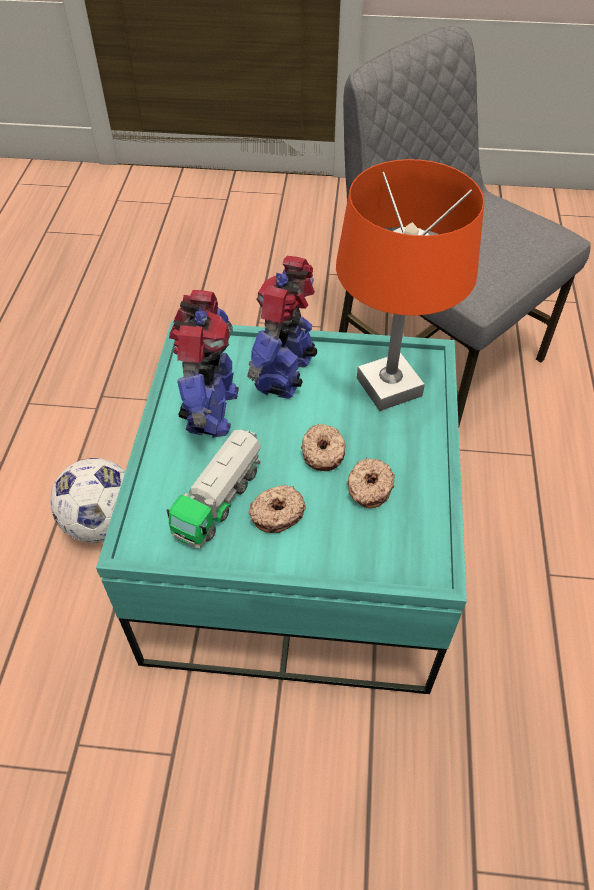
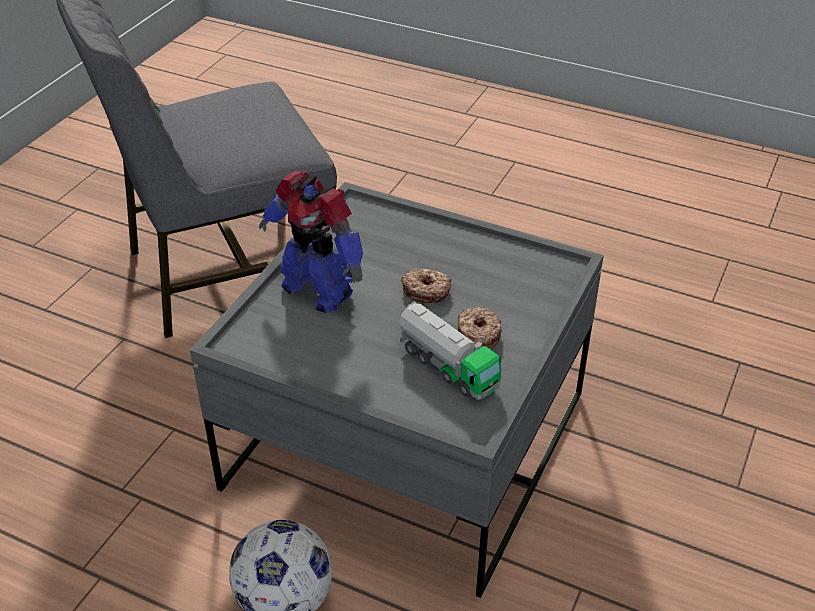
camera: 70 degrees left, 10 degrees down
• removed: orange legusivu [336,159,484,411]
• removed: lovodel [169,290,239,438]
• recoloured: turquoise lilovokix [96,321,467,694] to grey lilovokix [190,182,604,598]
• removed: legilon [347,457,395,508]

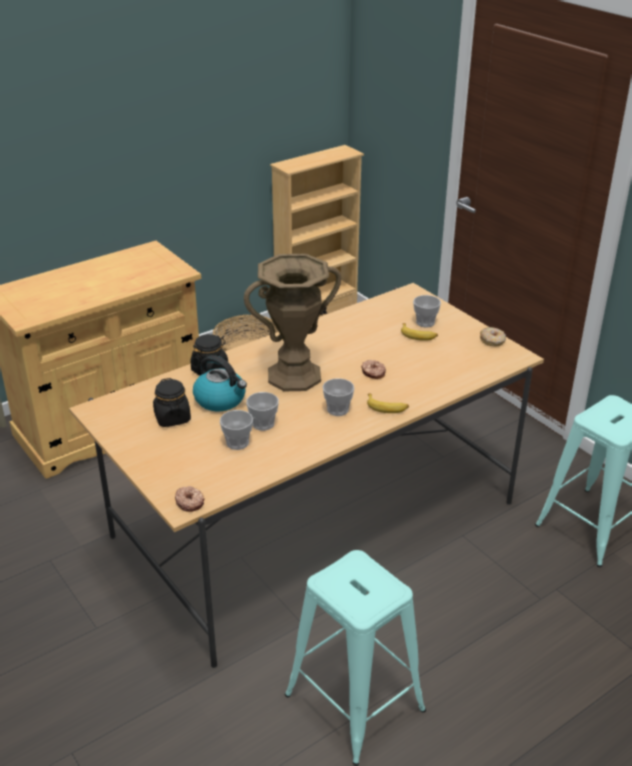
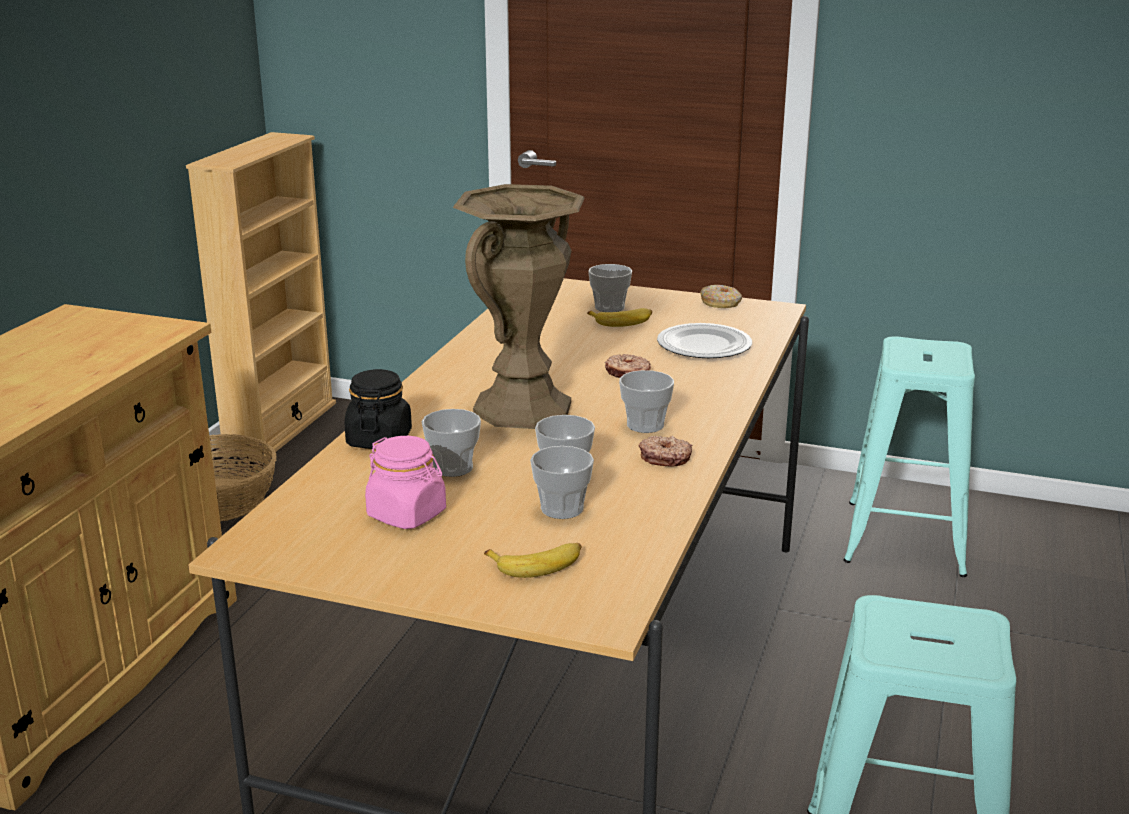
camera: 35 degrees left, 10 degrees down
• replaced: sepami [193,355,247,411] to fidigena [421,409,481,477]
• recoloured: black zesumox [153,378,191,427] to pink zesumox [365,436,446,529]
• moved: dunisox [367,393,409,413] to [484,543,581,578]
• moved: legilon [175,486,205,512] to [639,436,693,466]
• added: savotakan [657,323,752,358]

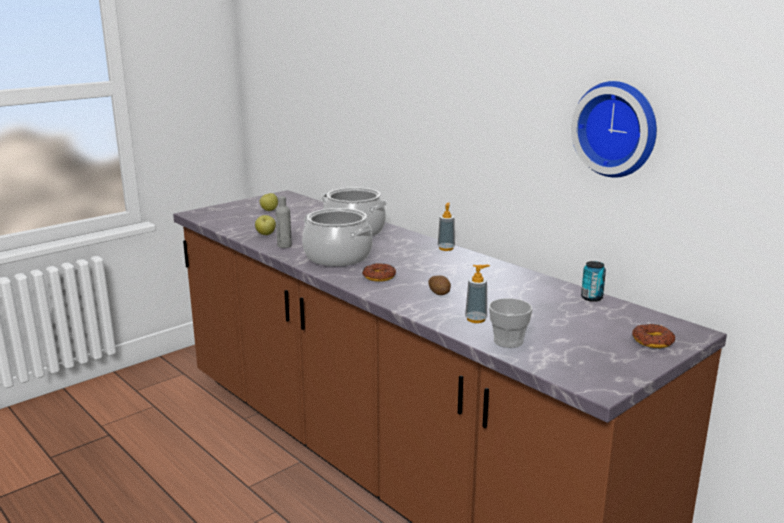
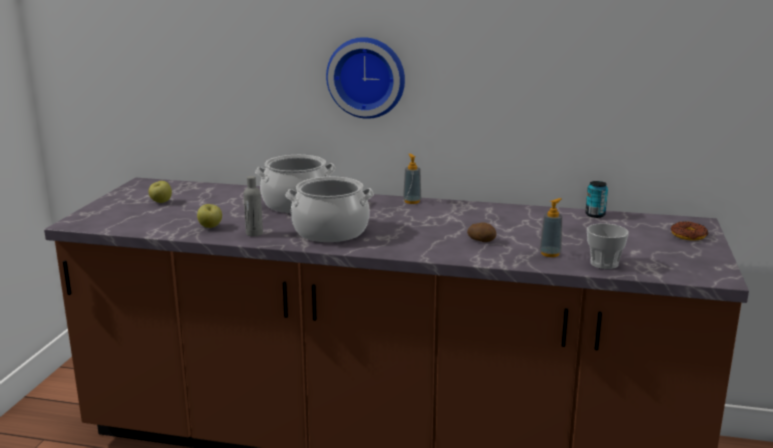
camera: 35 degrees left, 0 degrees up
• moved: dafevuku [571,81,657,178] to [326,37,405,119]
• removed: legilon [362,263,396,282]

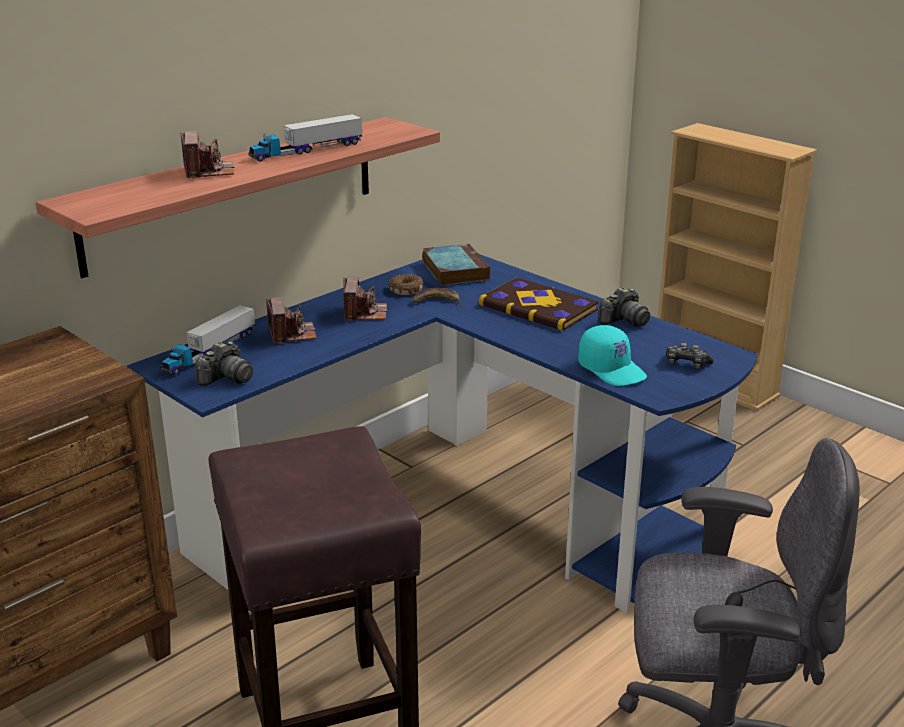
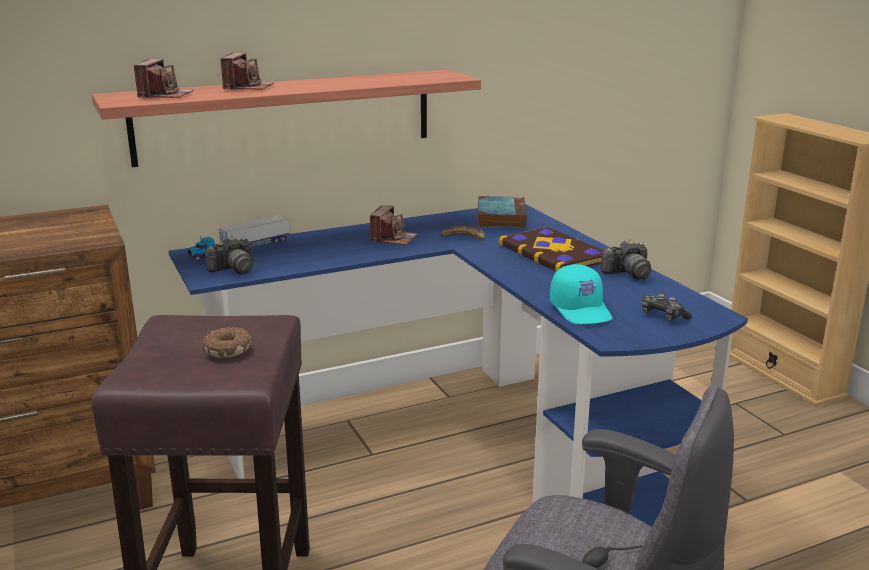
camera: 20 degrees right, 5 degrees down
• removed: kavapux [249,114,362,162]
• moved: legilon [389,274,424,295] to [202,327,251,358]
• moved: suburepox [266,297,317,344] to [134,59,194,98]

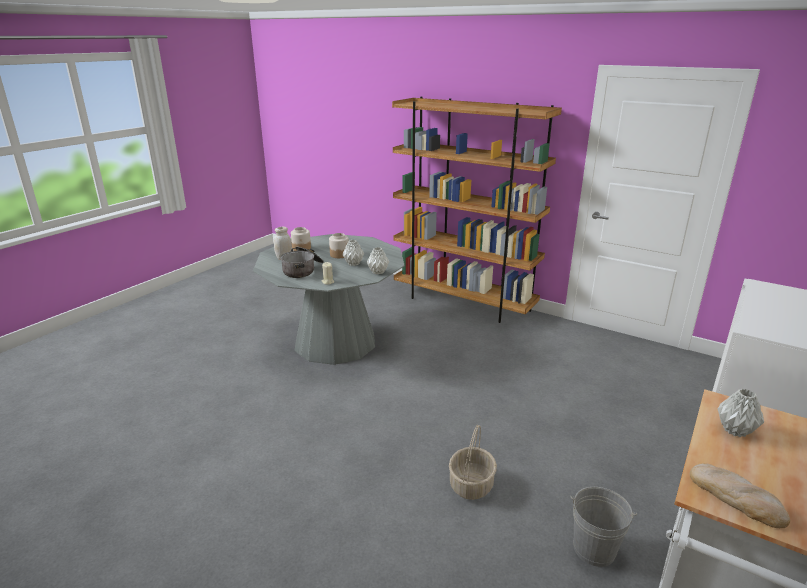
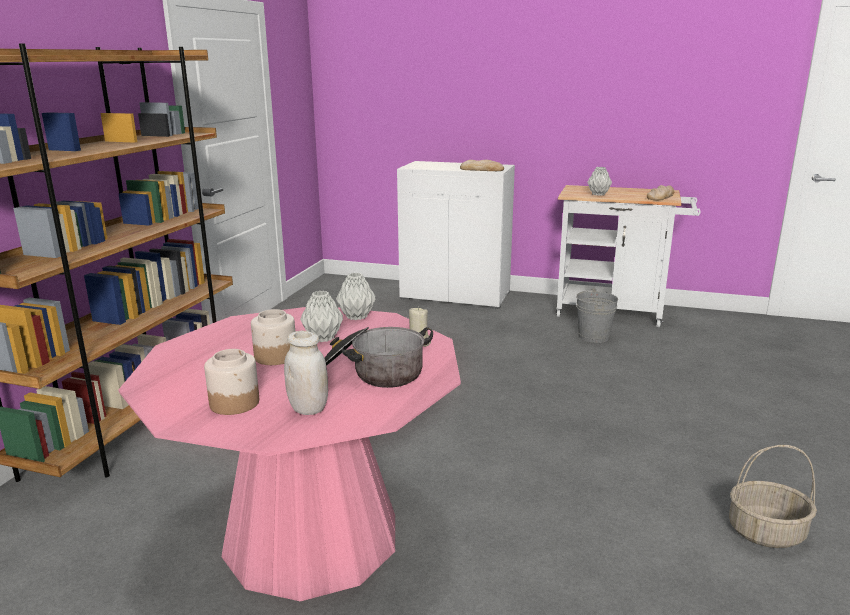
camera: 105 degrees left, 5 degrees down
• recoloured: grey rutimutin [253,234,405,365] to pink rutimutin [118,307,461,601]
• moved: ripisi [449,425,497,500] to [729,445,817,548]
• added: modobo [460,160,504,171]

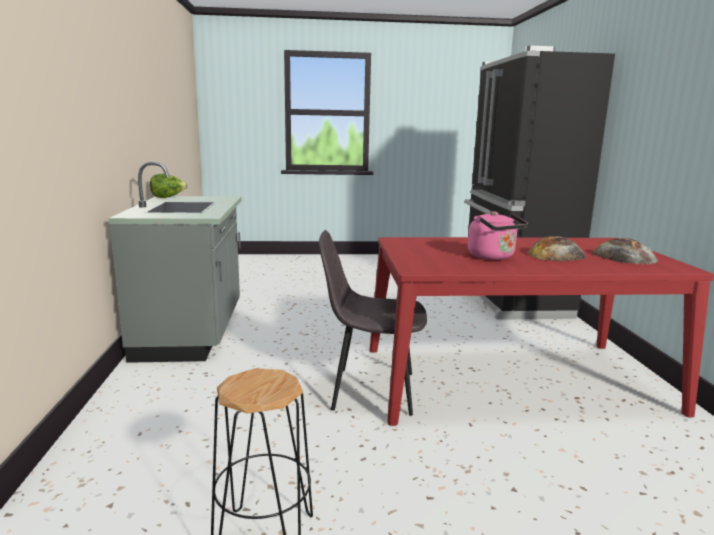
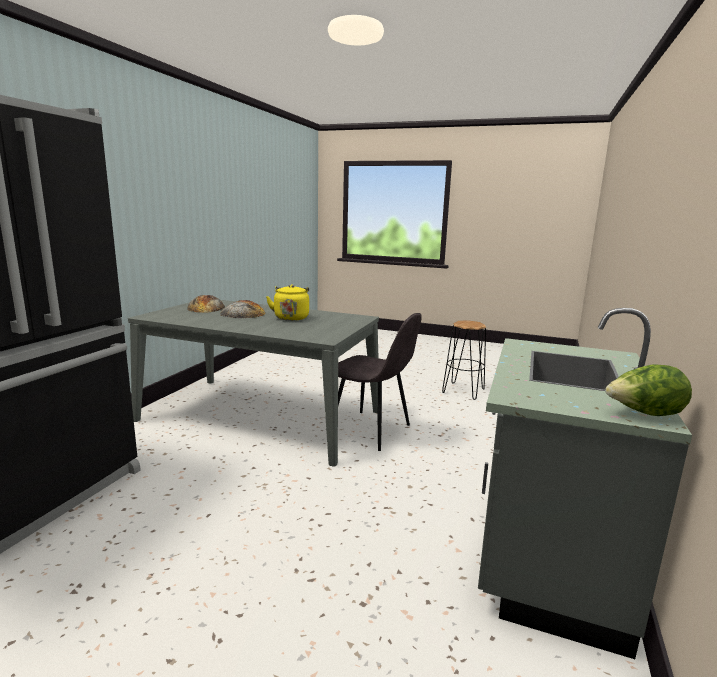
camera: 155 degrees left, 0 degrees up
• recoloured: pink sepami [468,211,528,260] to yellow sepami [266,285,309,321]
• recoloured: red rutimutin [370,237,714,426] to grey rutimutin [128,300,379,467]

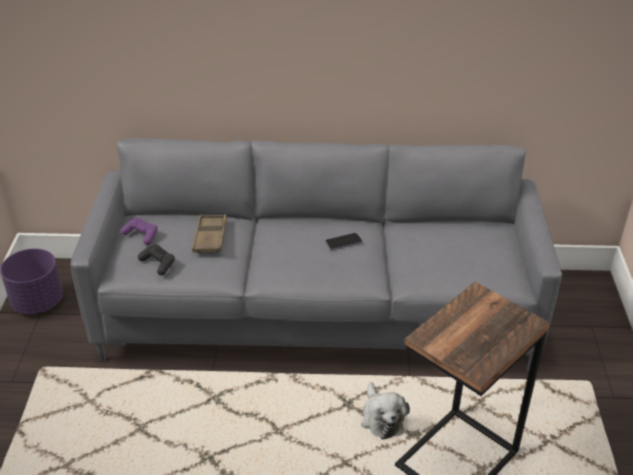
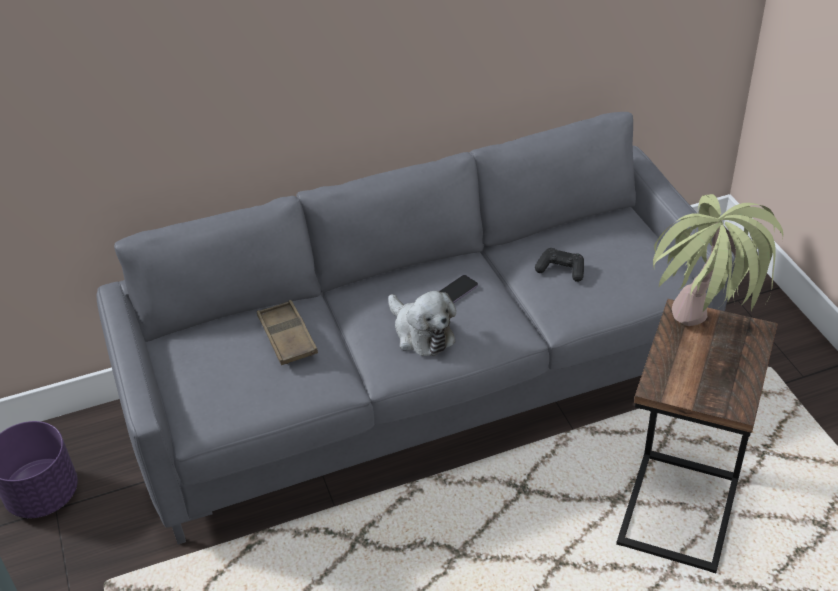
camera: 20 degrees left, 5 degrees up
• removed: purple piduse [121,218,158,245]
• moved: black piduse [138,244,175,275] to [535,248,584,282]
• moved: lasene [361,382,410,440] to [388,291,456,356]
• added: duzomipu [653,194,783,326]

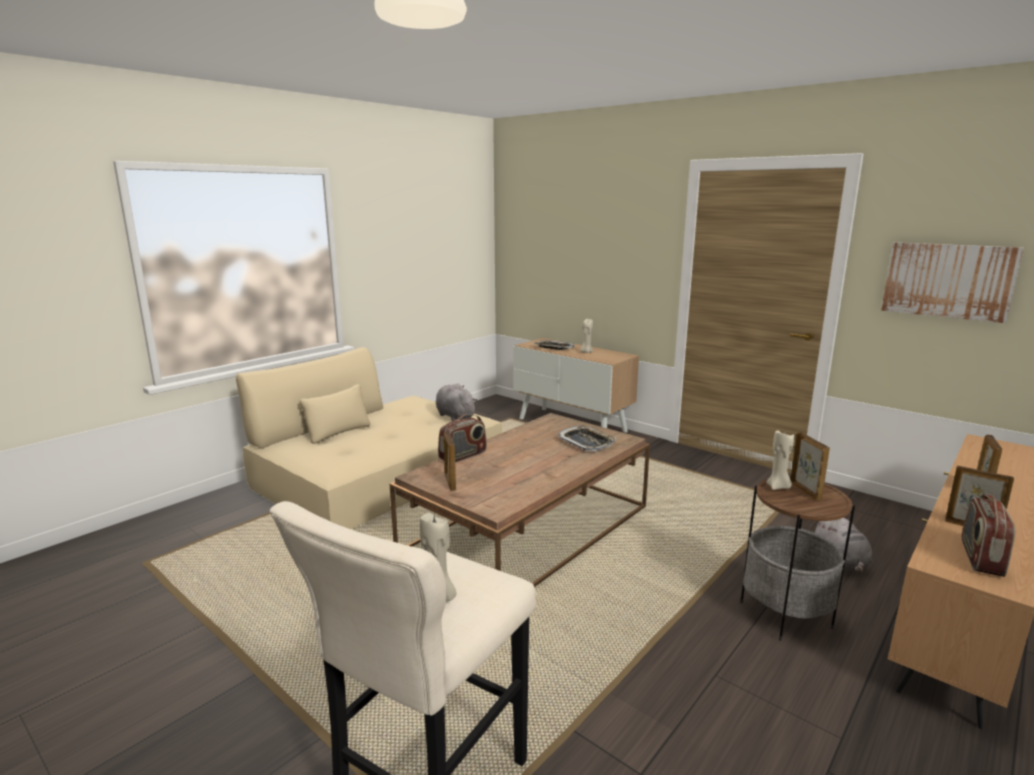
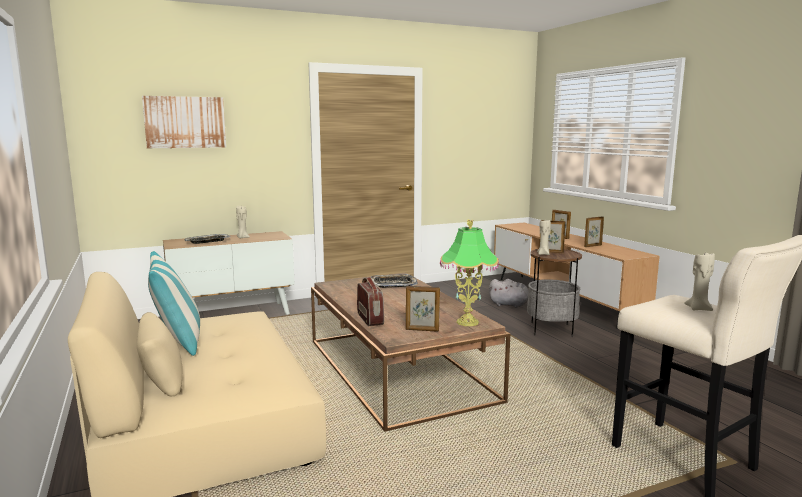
camera: 65 degrees left, 5 degrees down
• moved: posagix [881,242,1024,323] to [142,96,226,148]
• removed: grey lasene [436,383,477,421]
• removed: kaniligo [962,494,1015,577]
• added: legusivu [440,219,499,326]
• added: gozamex [148,251,200,356]

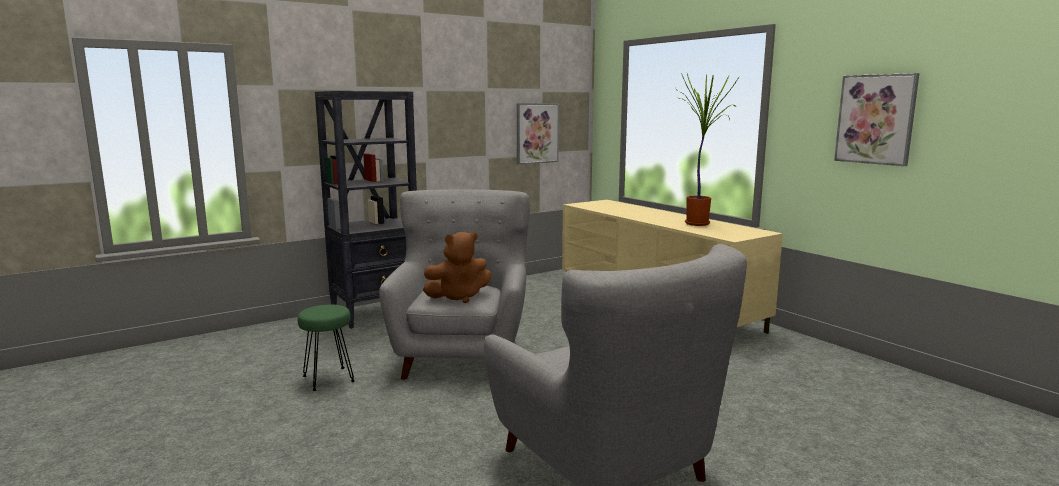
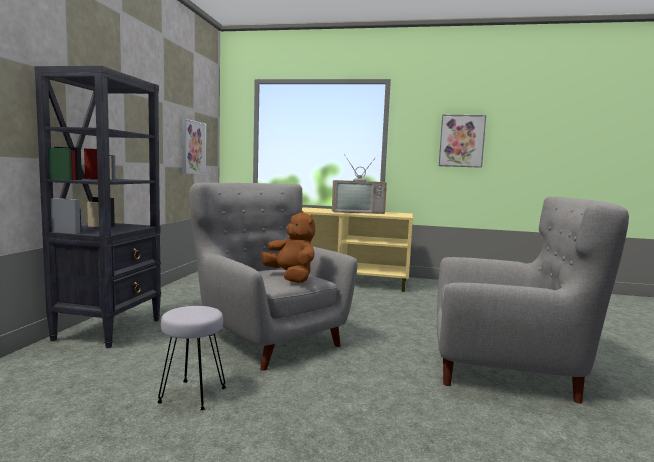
camera: 45 degrees left, 5 degrees down
• replaced: duzomipu [675,73,740,226] to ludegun [332,154,387,214]
• turned: brown lasene [423,232,492,303] = [261,211,315,283] 60 degrees counterclockwise
• recoloured: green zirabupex [298,304,354,391] to grey zirabupex [157,306,226,410]

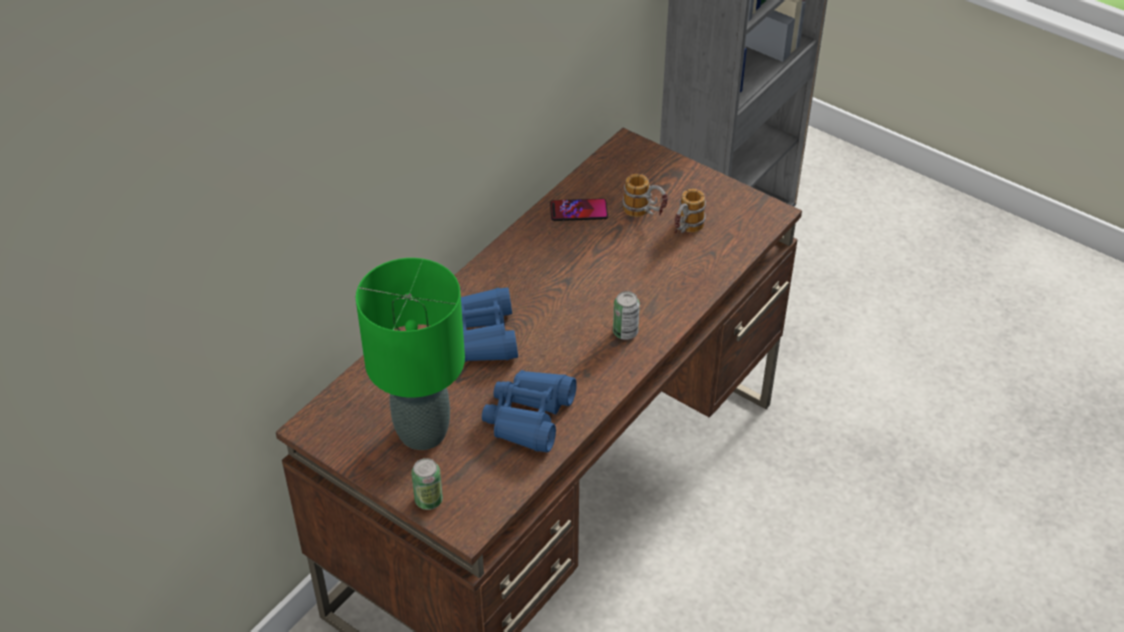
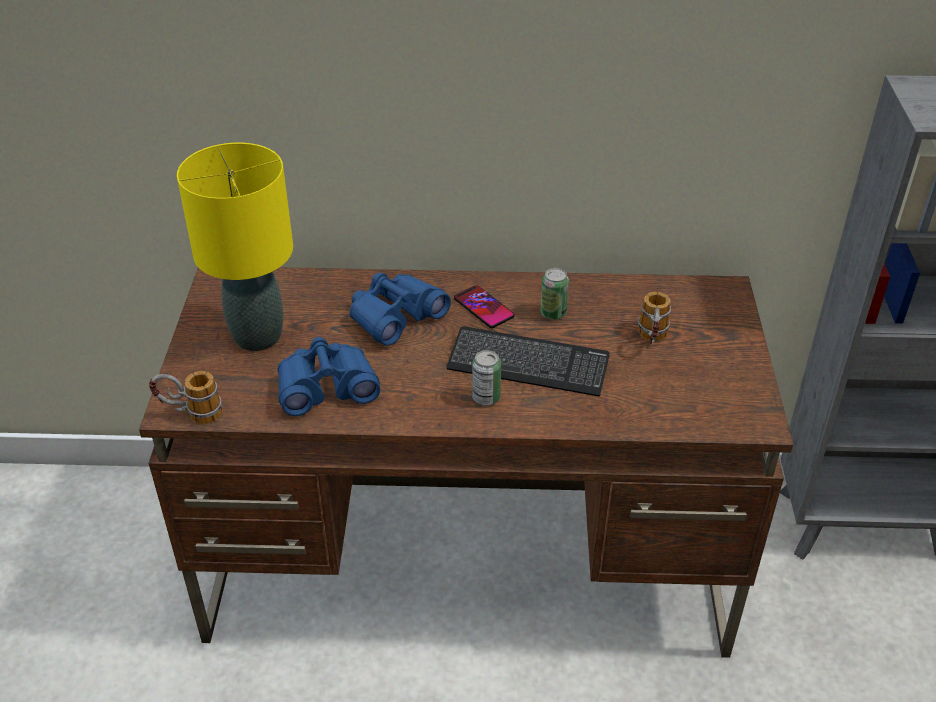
camera: 55 degrees right, 5 degrees down
• moved: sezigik [674,189,706,234] to [149,371,222,424]
• moved: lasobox [550,199,608,221] to [454,285,515,328]
• recoloured: green legusivu [356,258,465,450] to yellow legusivu [177,143,293,351]
• moved: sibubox [411,458,443,510] to [540,268,569,320]
• added: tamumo [446,326,610,397]

